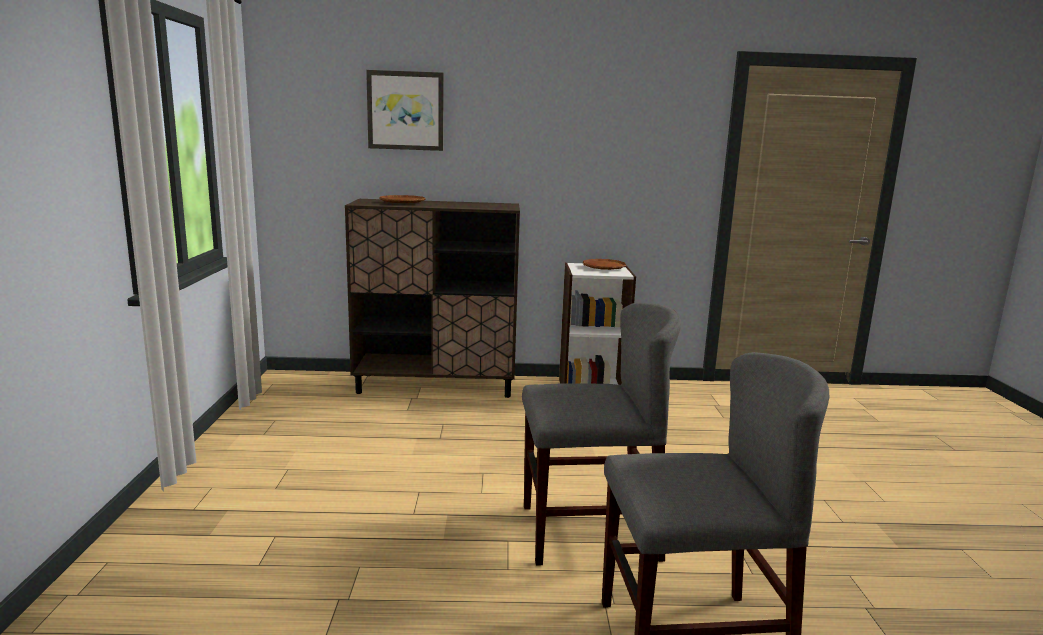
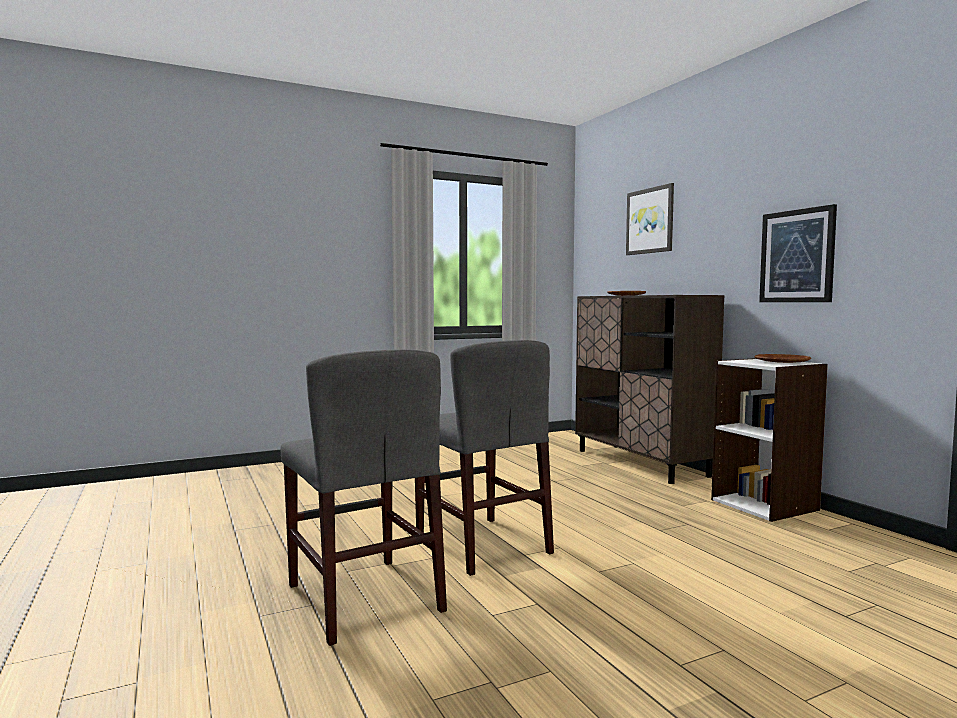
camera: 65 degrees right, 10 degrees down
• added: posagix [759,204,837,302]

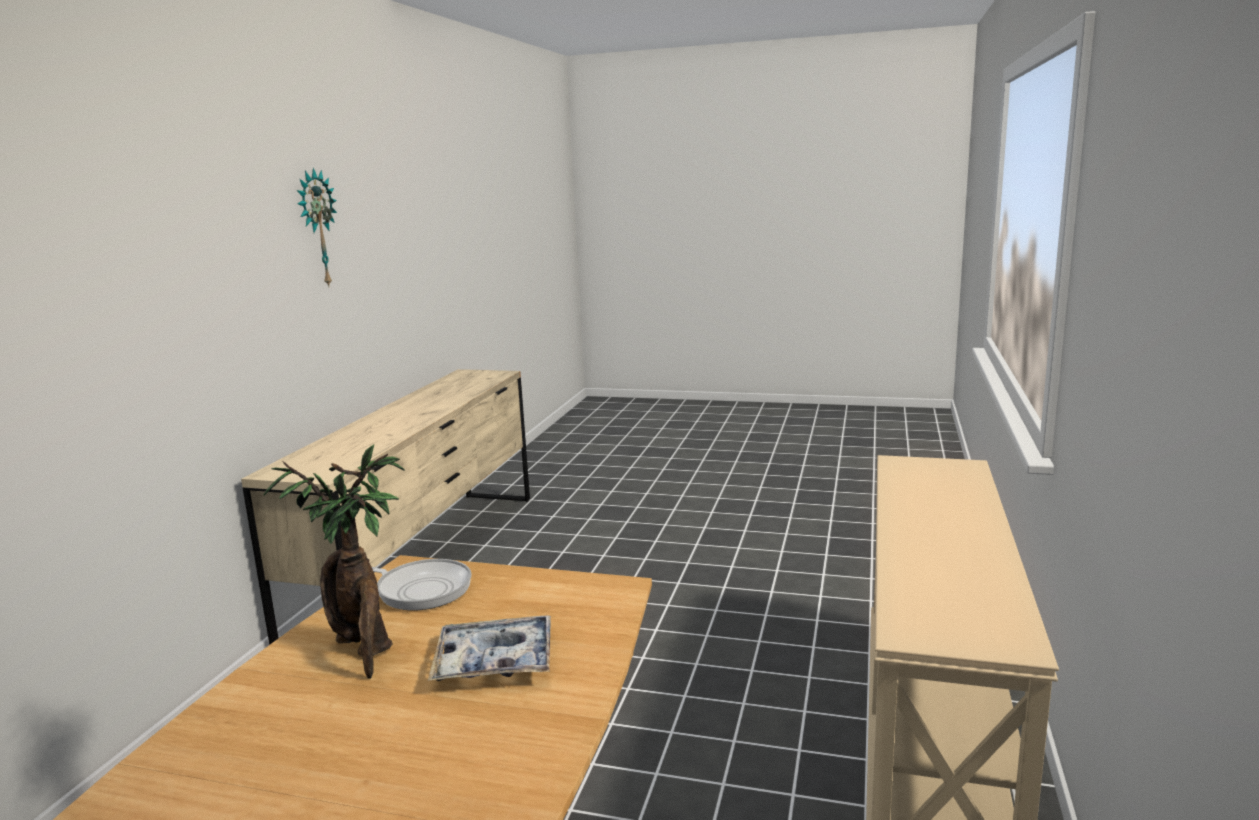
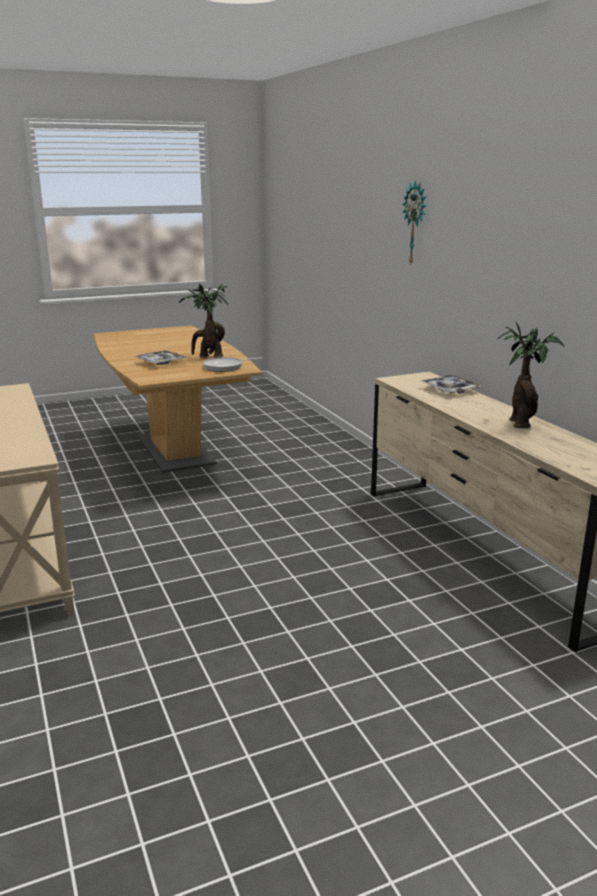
camera: 140 degrees right, 5 degrees up
• moved: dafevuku [297,168,337,286] to [403,180,426,264]
• added: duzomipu [498,321,565,428]
• added: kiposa [421,375,482,394]

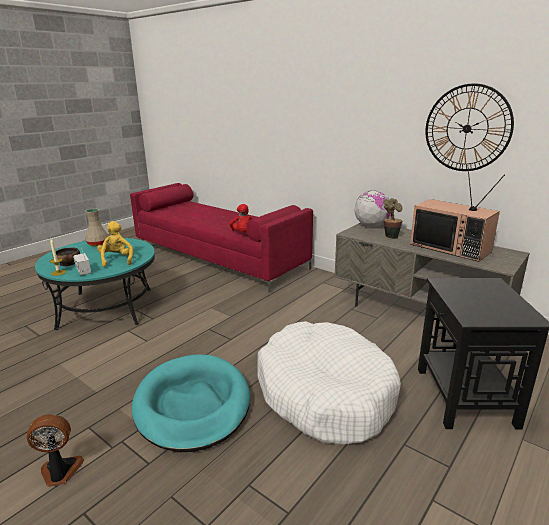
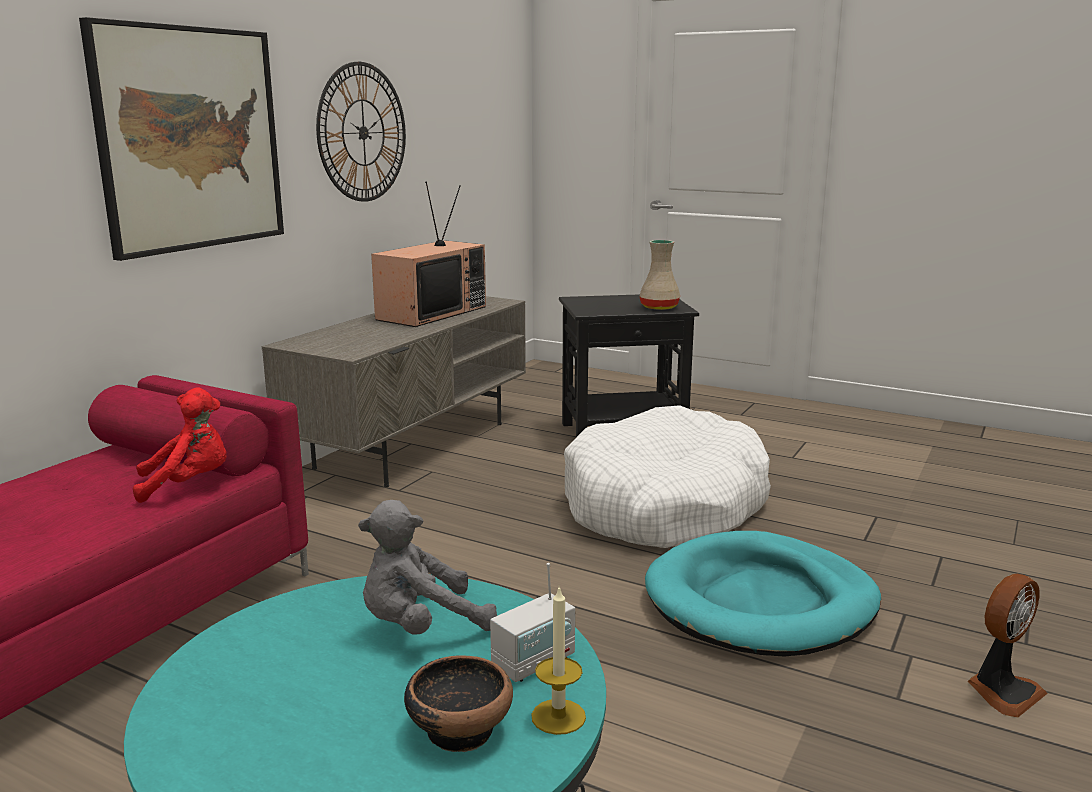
camera: 100 degrees left, 5 degrees down
• removed: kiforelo [355,190,391,227]
• removed: duzomipu [383,198,403,239]
• moved: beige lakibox [85,208,108,246] to [639,240,680,310]
• recoloured: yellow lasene [97,221,133,267] to grey lasene [358,500,497,635]
• turned: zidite [27,414,84,487] = [968,574,1048,717] 105 degrees counterclockwise
• added: posagix [79,17,284,261]

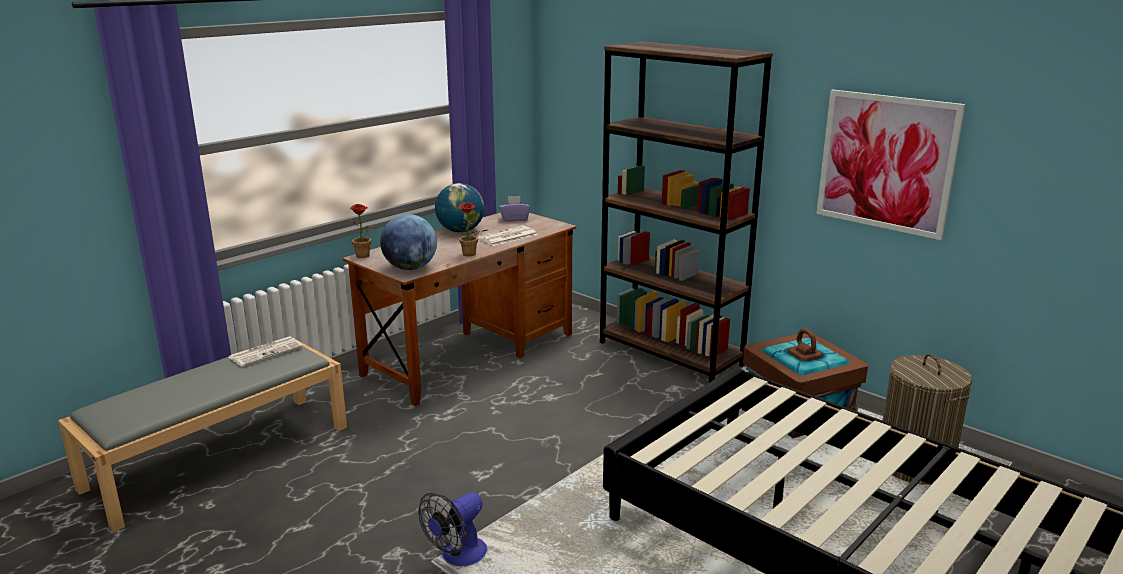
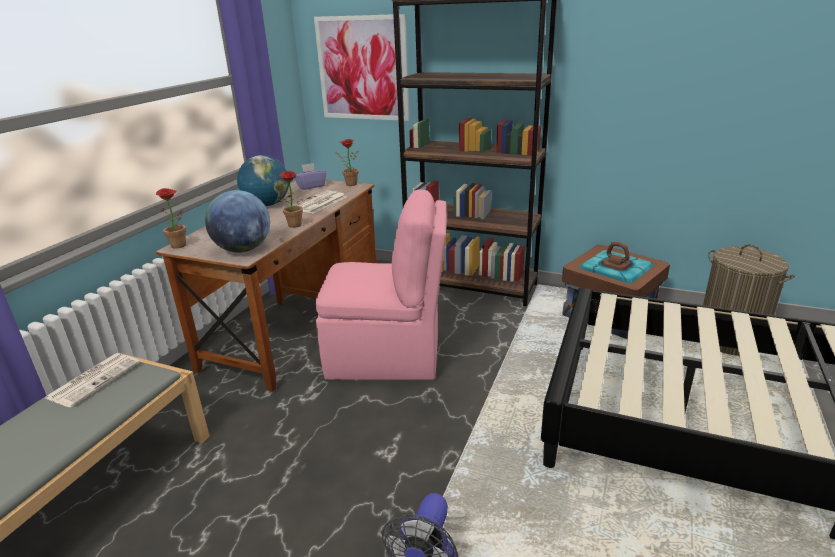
camera: 20 degrees left, 5 degrees up
• moved: posagix [816,89,965,240] to [314,14,410,121]
• added: duzomipu [335,139,359,186]
• added: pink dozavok [316,189,447,380]

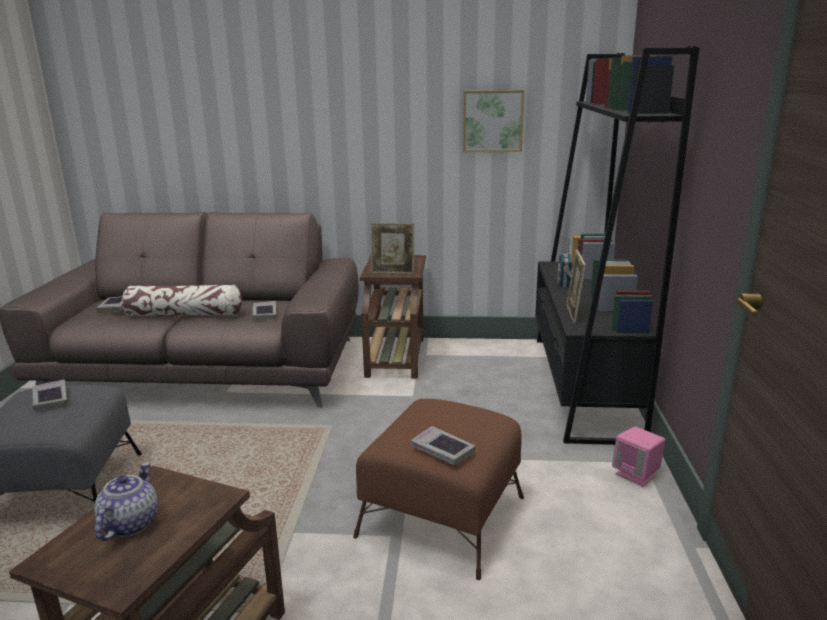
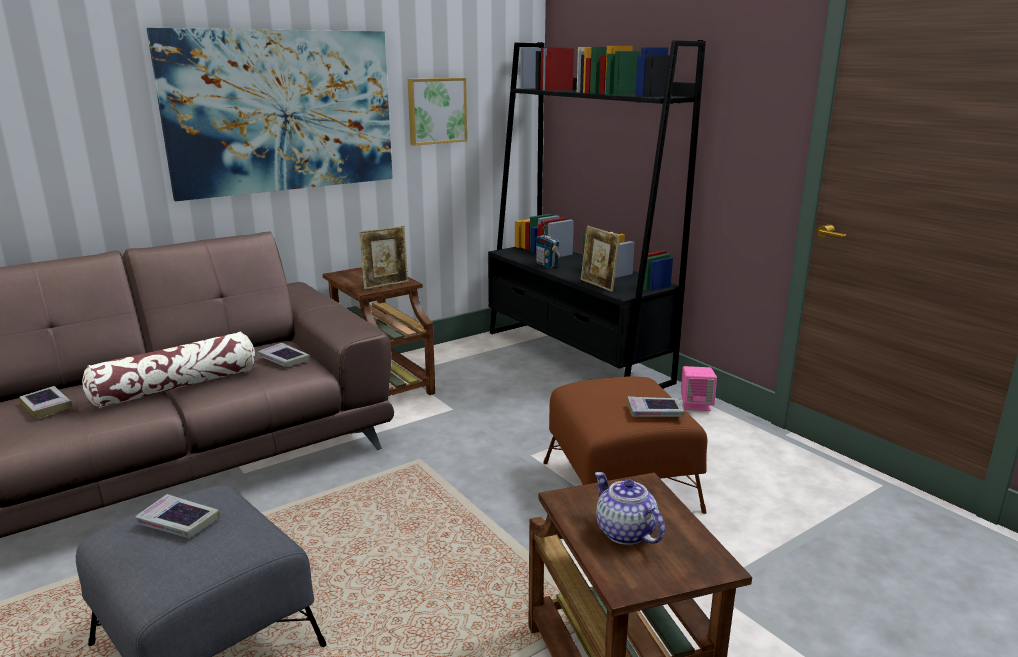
camera: 40 degrees left, 0 degrees up
• added: posagix [147,28,393,201]

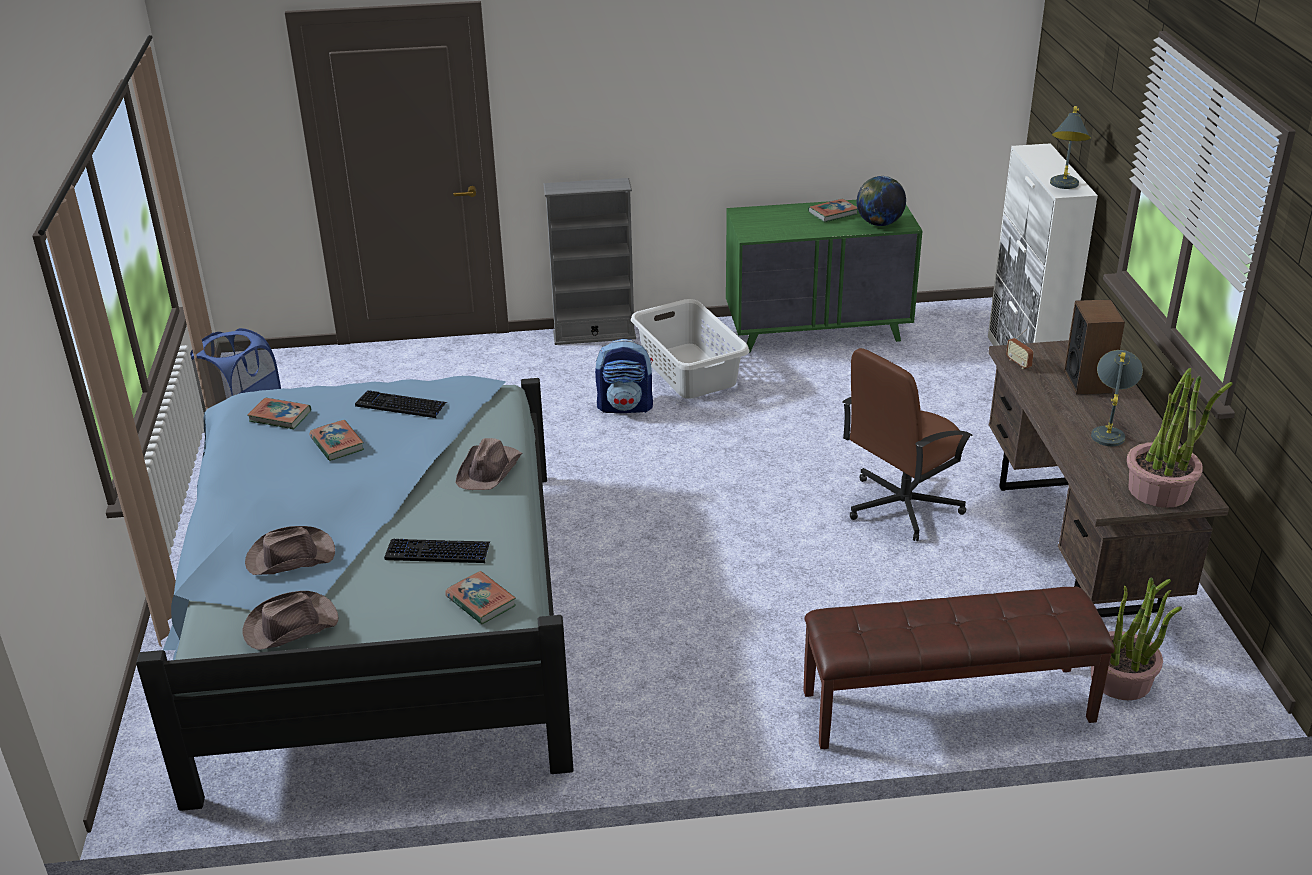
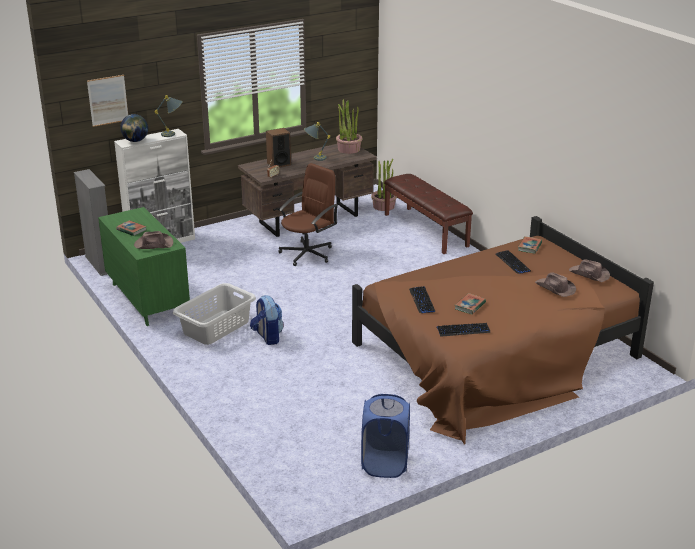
camera: 115 degrees left, 5 degrees down
• moved: kiforelo [857,176,906,226] to [120,114,148,142]
• moved: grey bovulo [543,178,636,345] to [74,169,108,276]
• turned: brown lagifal [843,348,973,541] = [278,163,338,266] 75 degrees counterclockwise
• recoloured: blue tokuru [136,376,574,811] to brown tokuru [352,216,654,445]
• replaced: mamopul [247,398,311,429] to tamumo [437,323,491,337]
• moved: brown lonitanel [455,438,523,490] to [134,231,173,249]
• added: posagix [87,75,128,127]

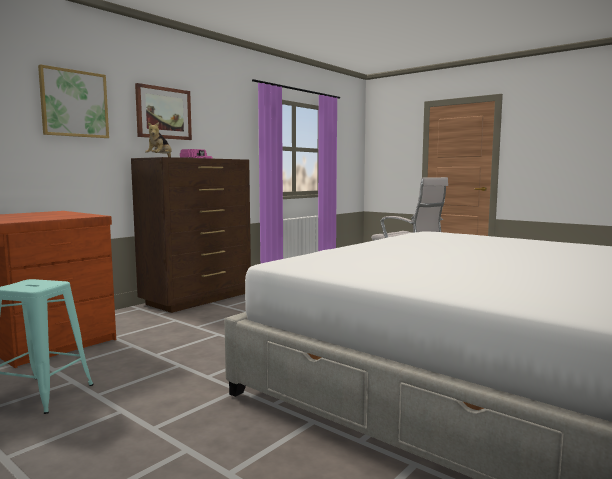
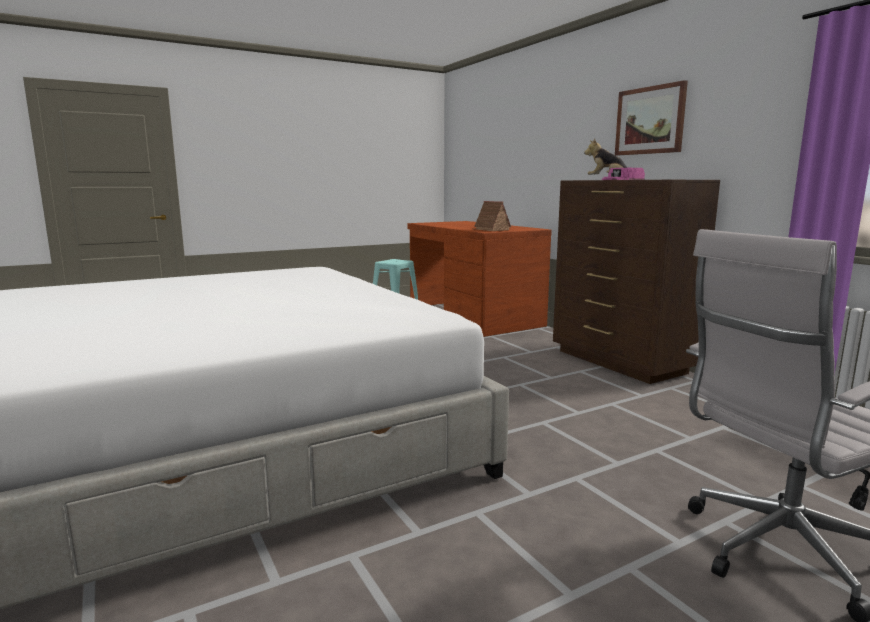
camera: 110 degrees right, 5 degrees up
• removed: posagix [38,64,109,138]
• added: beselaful [475,201,511,231]

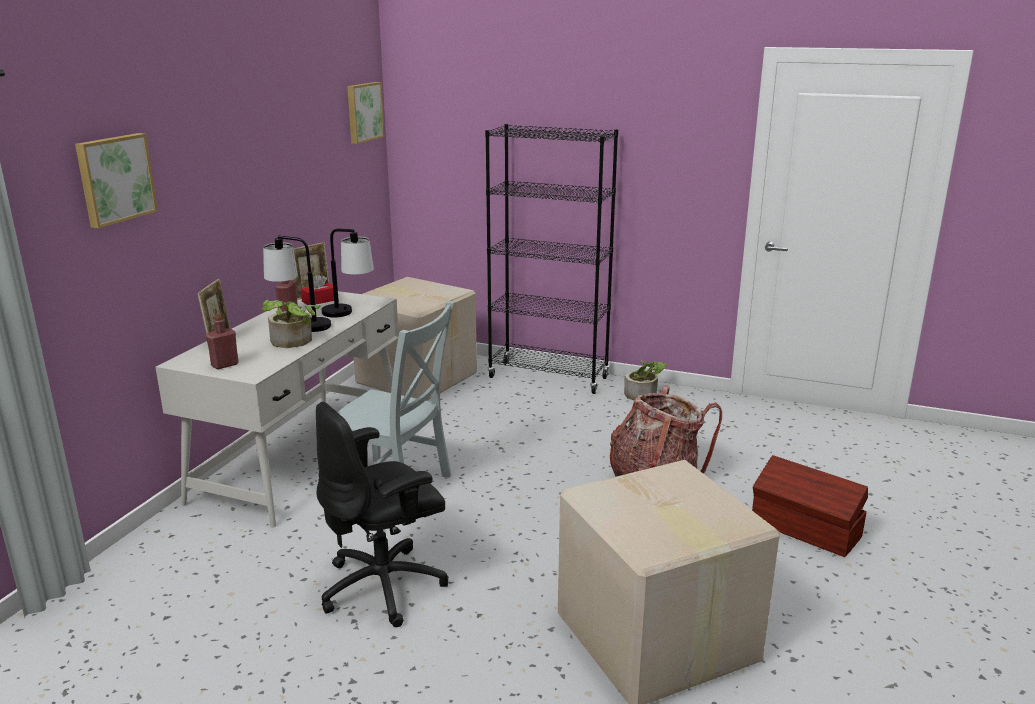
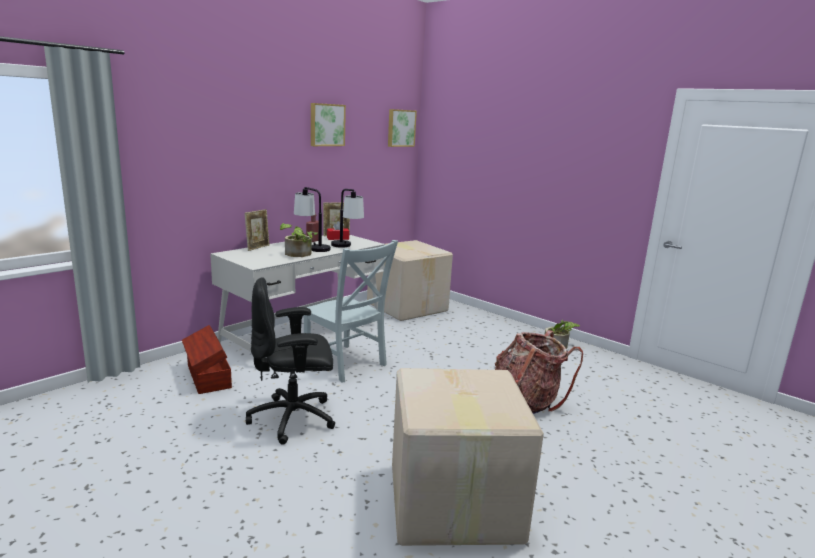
camera: 20 degrees right, 5 degrees down
• removed: black bovulo [485,124,618,394]
• moved: posagix [75,133,158,228] to [311,103,346,146]
• removed: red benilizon [206,314,239,369]
• moved: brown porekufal [752,455,868,557] to [182,325,232,394]

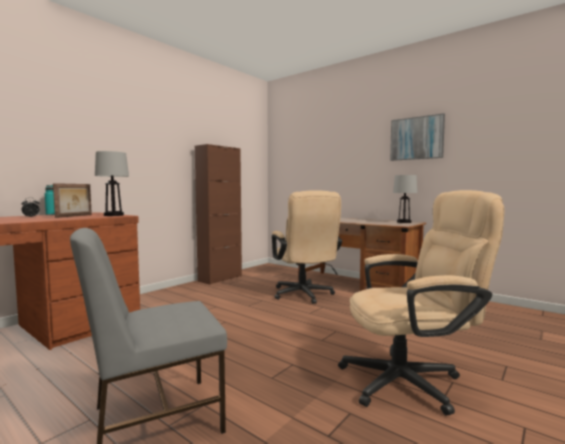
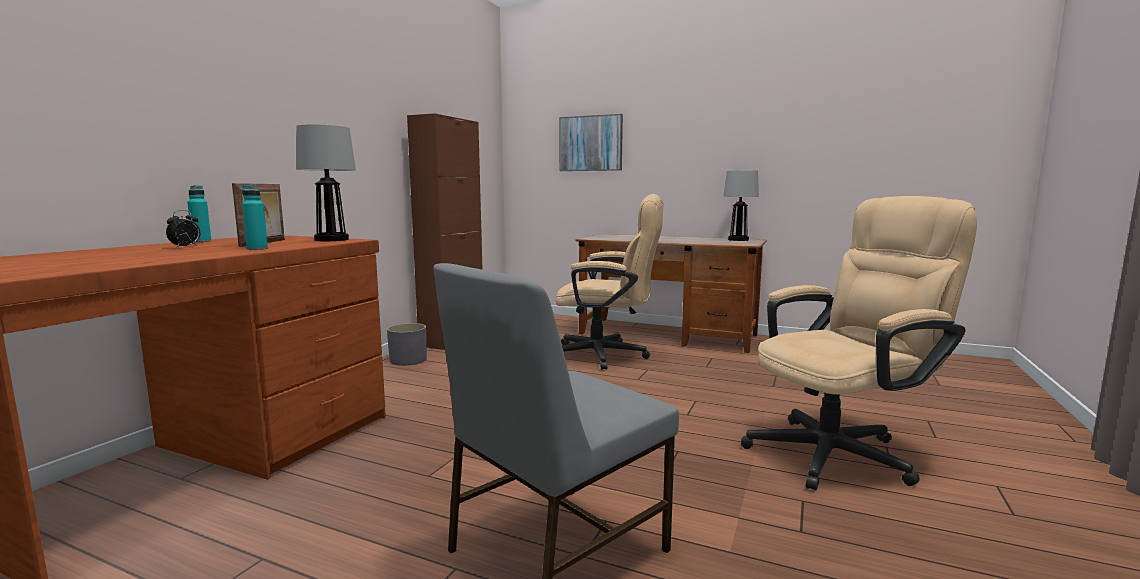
camera: 15 degrees left, 5 degrees up
• moved: posagix [390,113,445,161] to [559,114,623,171]
• turned: beige lagifal [272,190,342,304] = [556,194,663,370] 45 degrees counterclockwise
• added: turquoise benilizon [242,185,268,250]
• added: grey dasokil [387,323,427,366]

